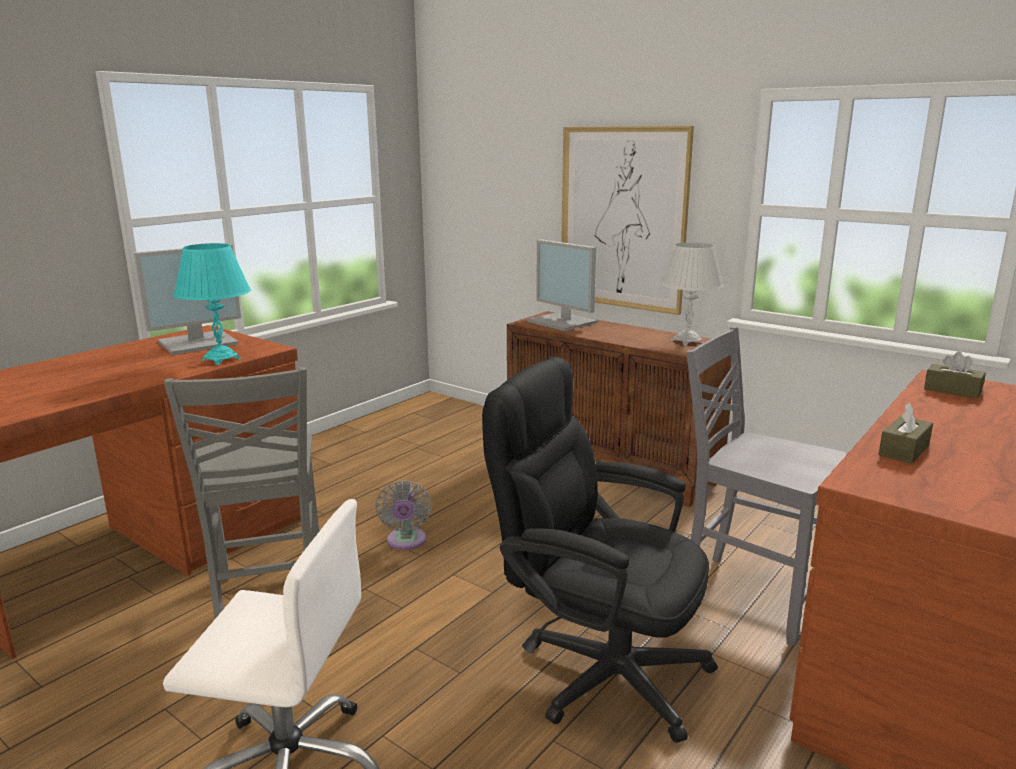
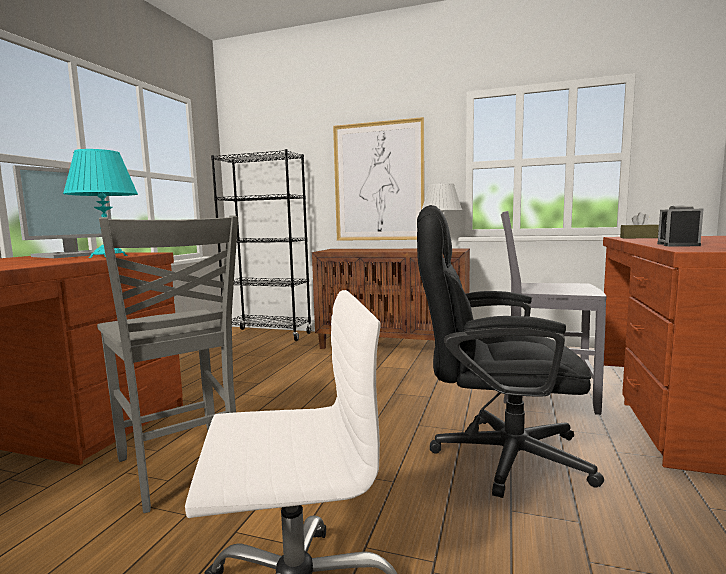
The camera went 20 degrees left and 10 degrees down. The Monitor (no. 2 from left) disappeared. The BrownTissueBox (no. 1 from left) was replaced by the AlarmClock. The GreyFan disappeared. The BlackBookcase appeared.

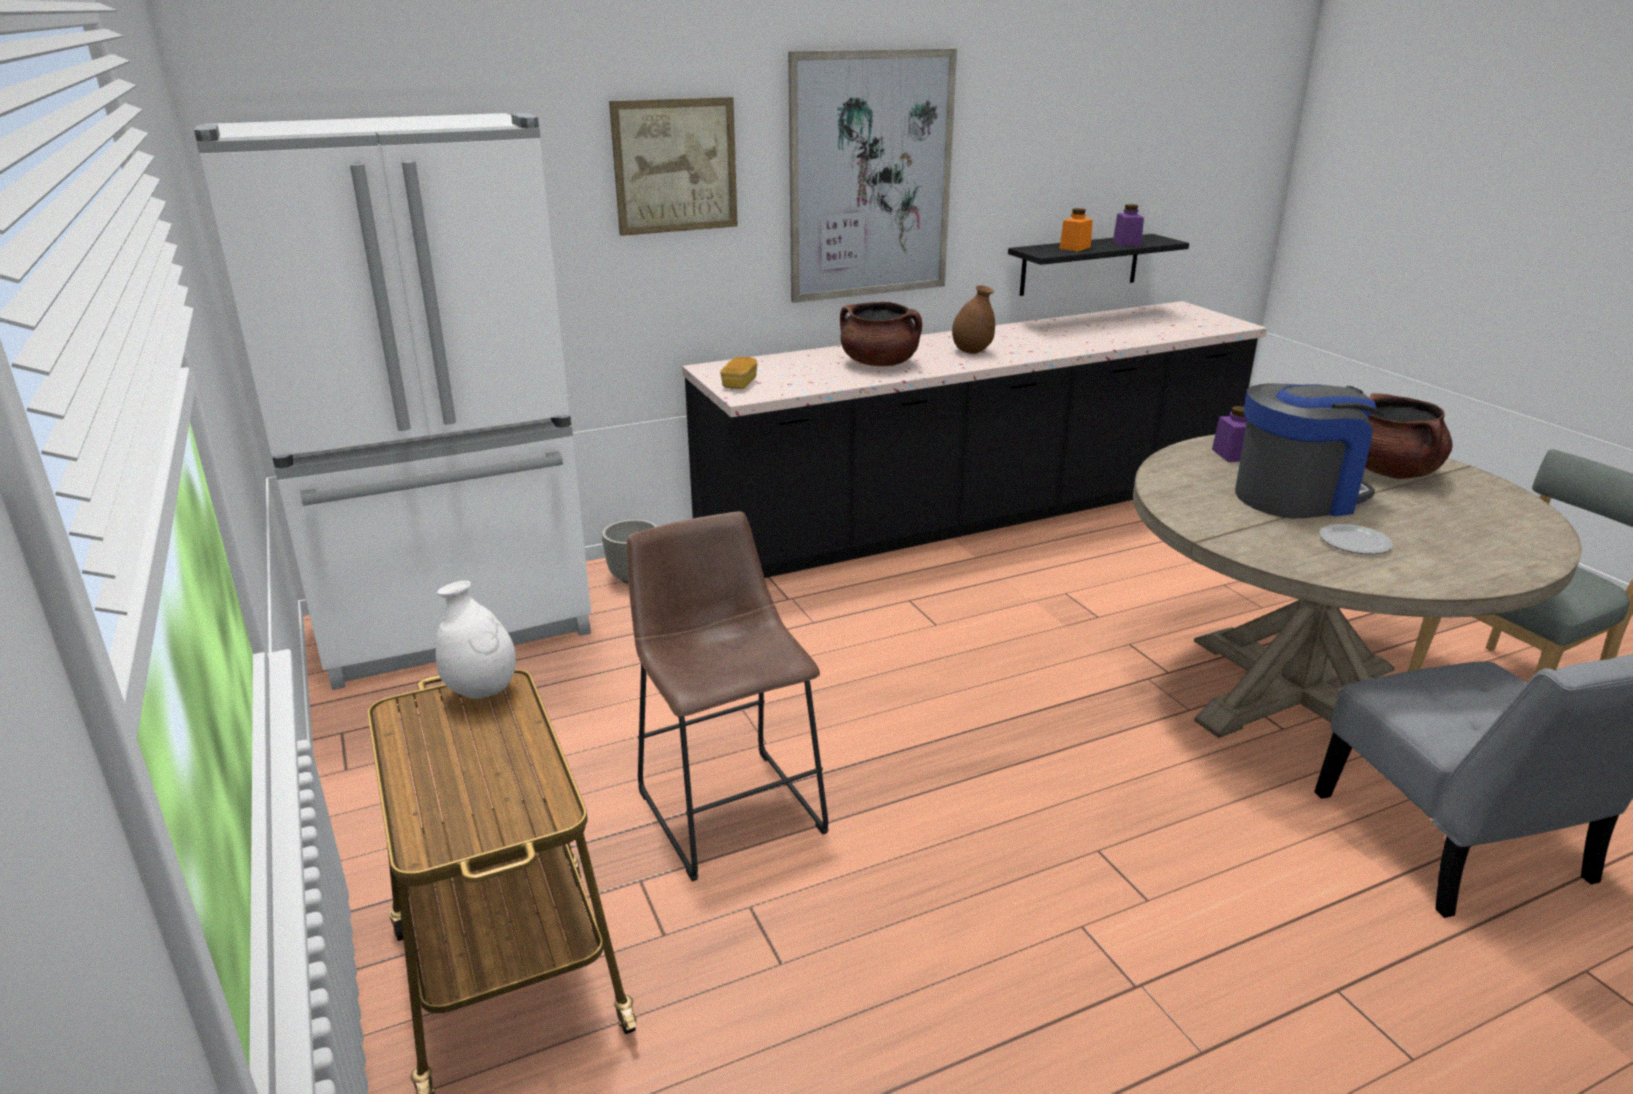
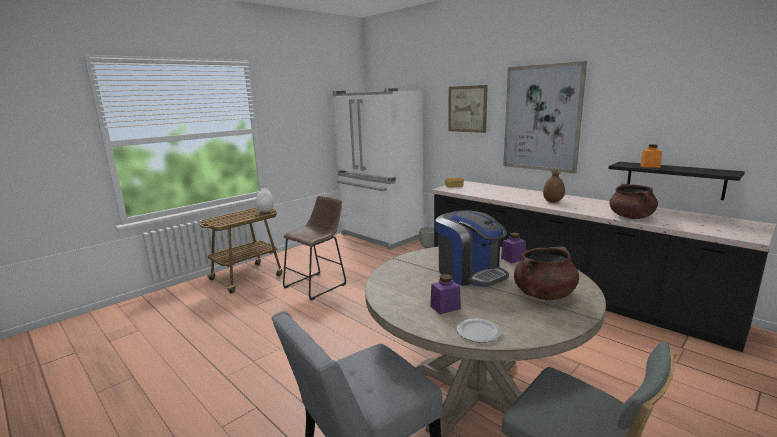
The camera went 70 degrees right and 10 degrees down. The PurpleJar (no. 1 from left) moved. The BrownCookingPot (no. 1 from left in the first image) moved. The Plate moved.

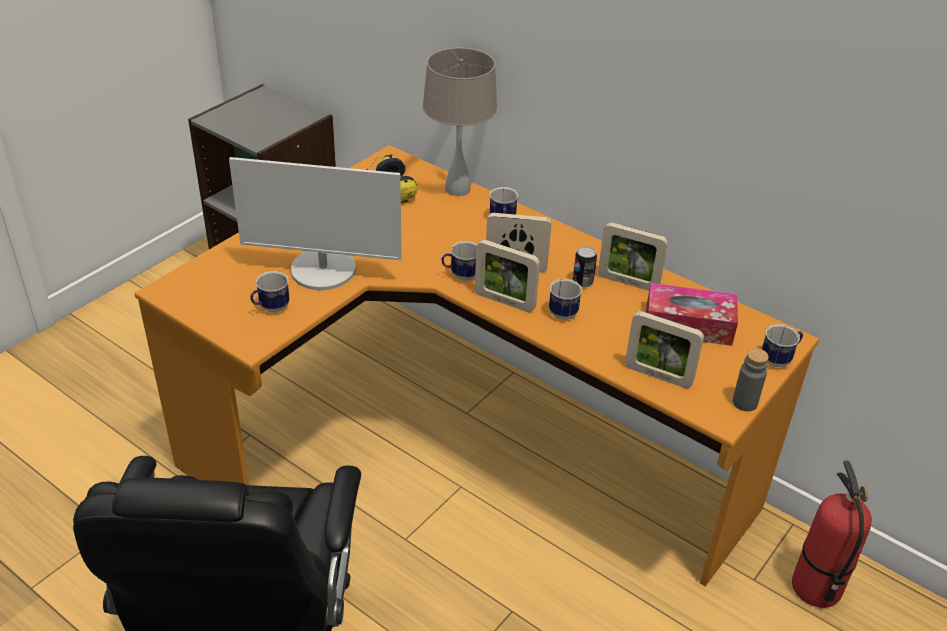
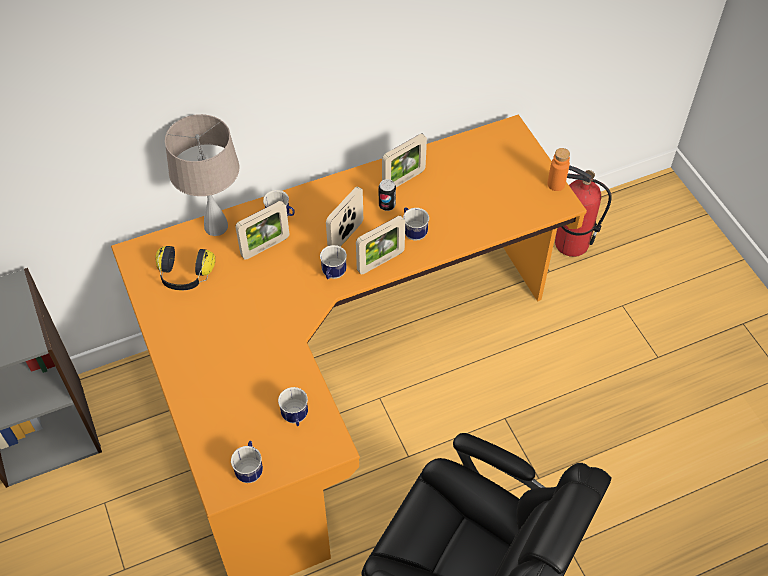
The camera went 60 degrees left and 15 degrees up. The Monitor disappeared. The TissueBox disappeared. The PictureFrame (no. 4 from left in the first image) moved. The Mug (no. 5 from left in the first image) moved. The GreyBottle became the OrangeBottle.

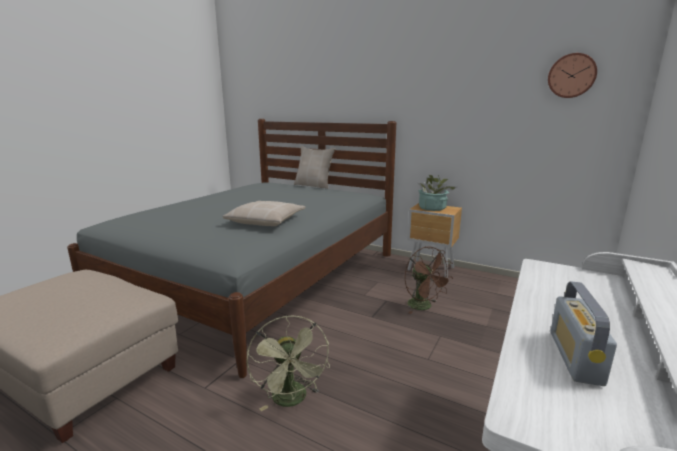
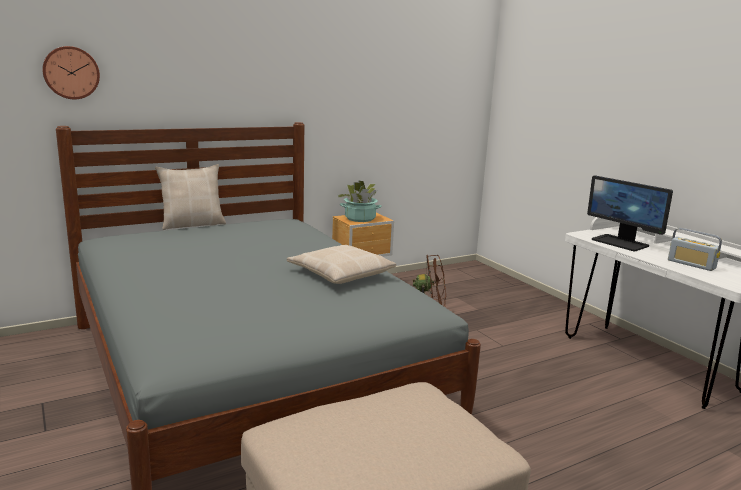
The camera went 60 degrees left and 0 degrees up. The WallClock moved. The GreenFan disappeared. The Monitor appeared.

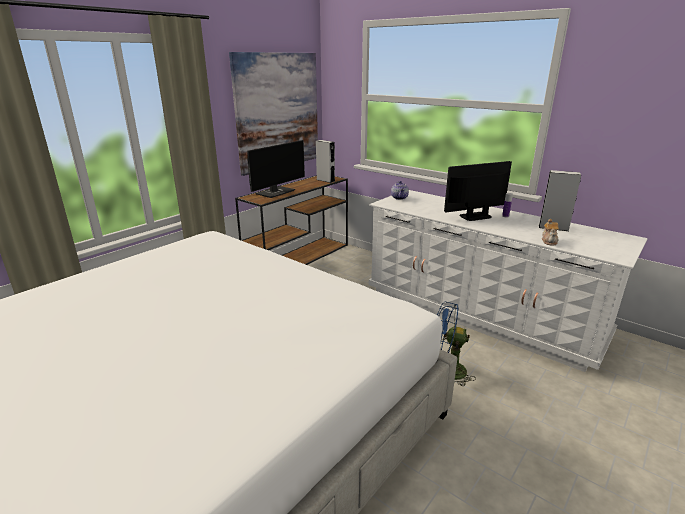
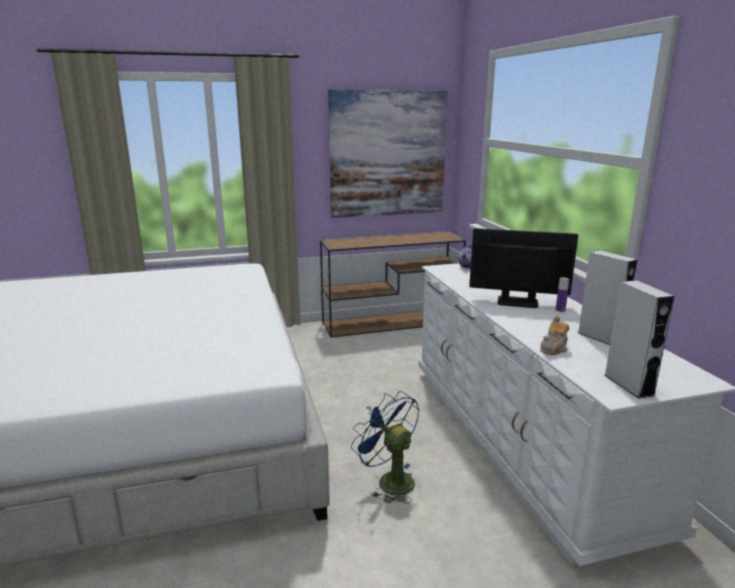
The camera went 35 degrees right and 5 degrees down. The Monitor (no. 1 from left) disappeared. The GreySpeaker (no. 1 from left in the first image) moved.

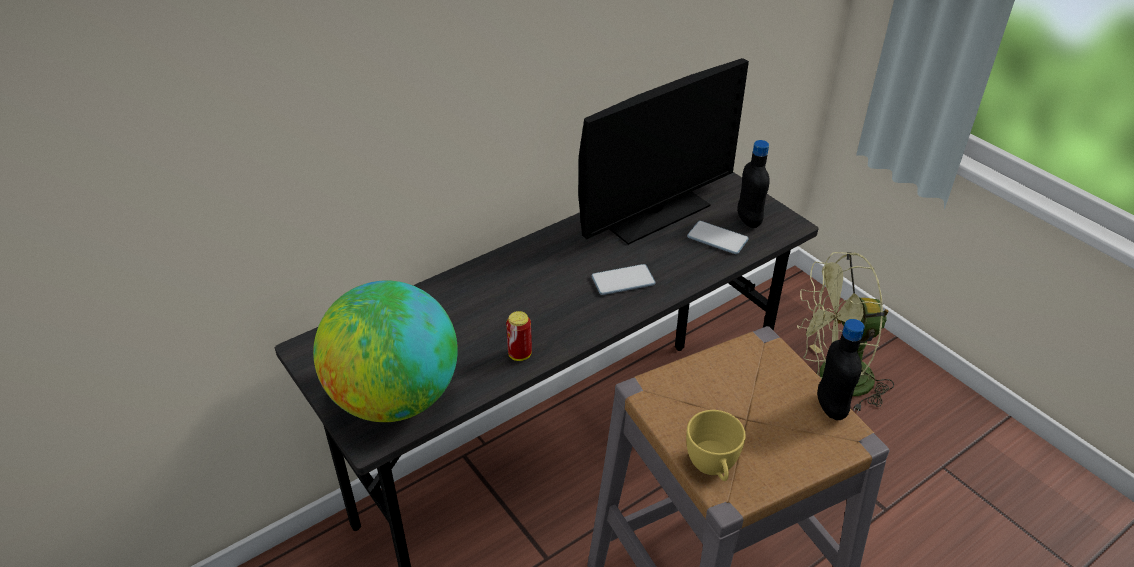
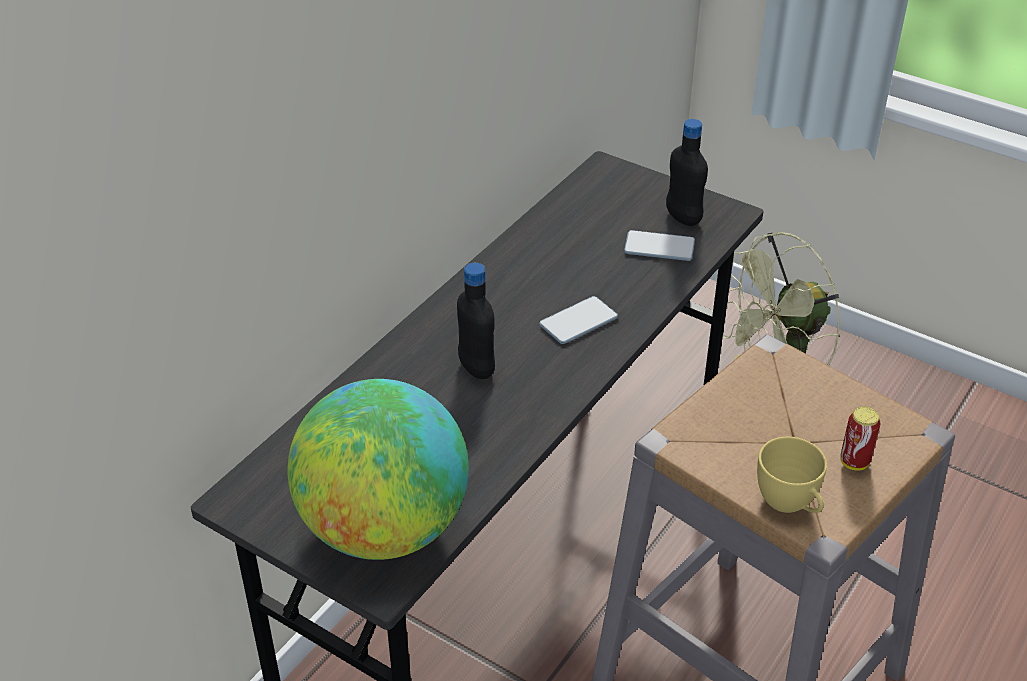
The camera went 20 degrees left and 0 degrees up. The Monitor disappeared. The Can moved. The BlackBottle (no. 2 from left in the first image) moved.

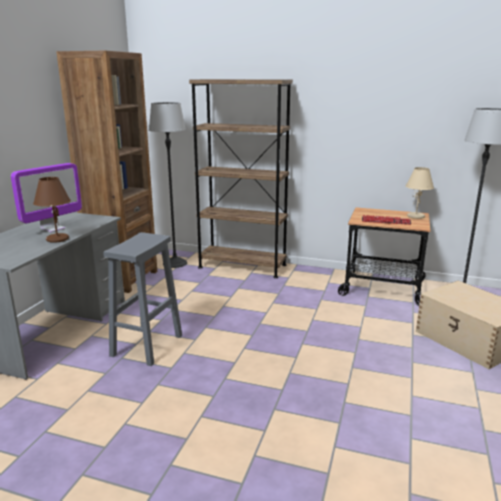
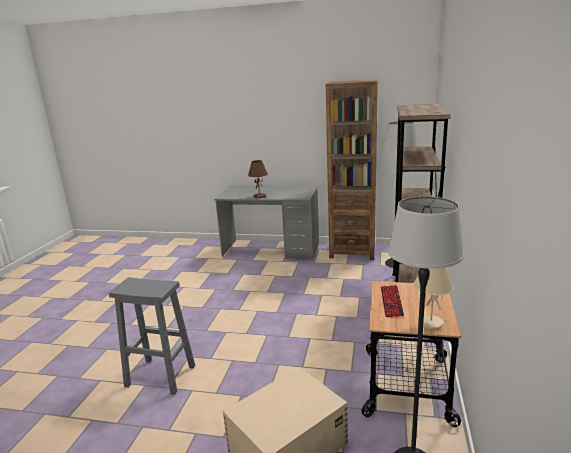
The camera went 85 degrees right and 0 degrees up. The Monitor disappeared. The GreyStool moved.

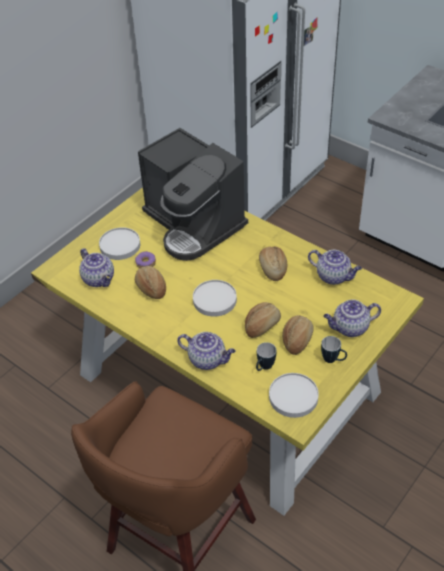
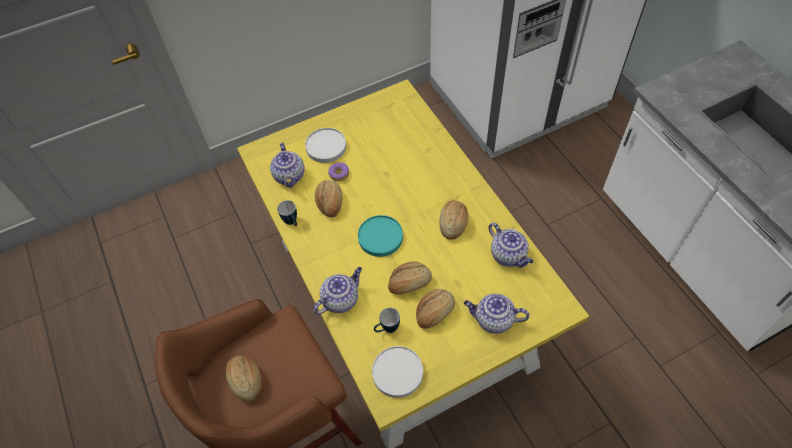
The camera went 25 degrees right and 10 degrees up. The CoffeeMachine disappeared. The WhitePlate (no. 2 from left) became the TurquoisePlate. The Teapot (no. 2 from left) turned 90 degrees counterclockwise. The Mug (no. 2 from left in the first image) moved. The Bread (no. 1 from left) appeared.

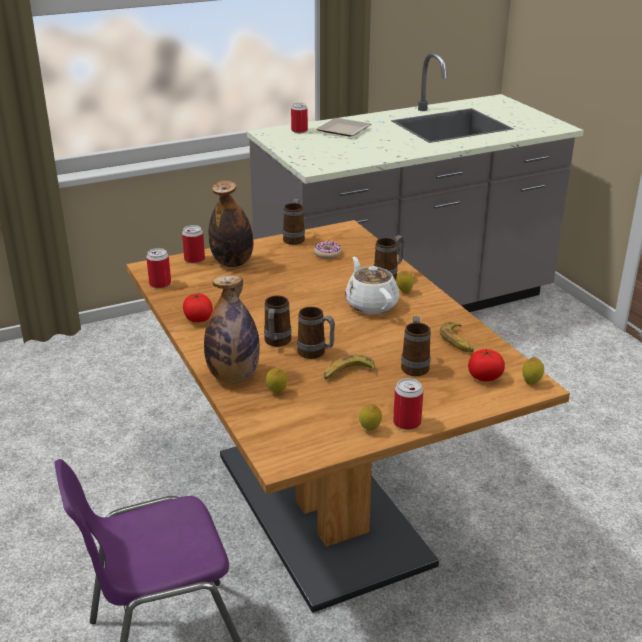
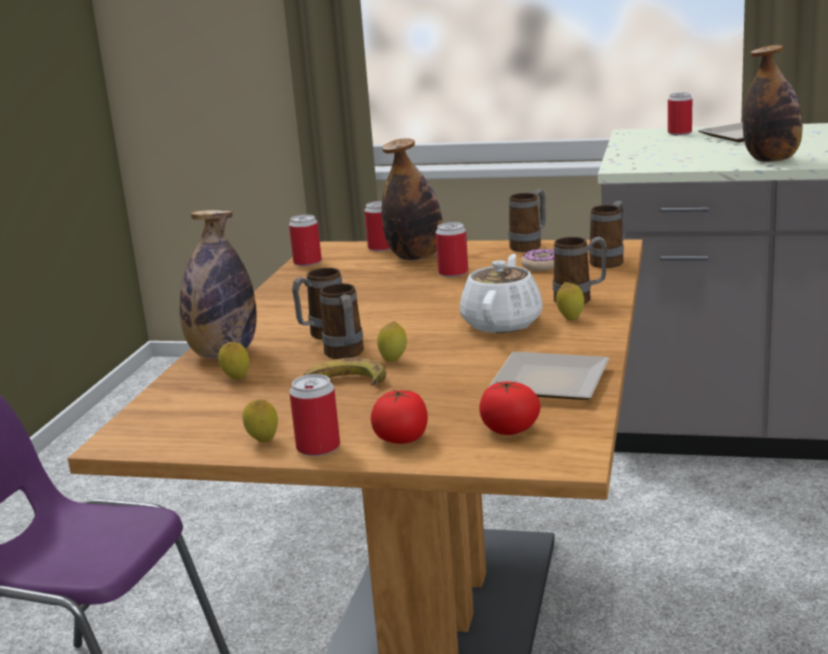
The camera went 40 degrees right and 10 degrees down. The Tomato (no. 1 from left) moved. The Mug (no. 5 from left) moved. The Banana (no. 2 from left) was replaced by the Plate (no. 1 from left). The Lemon (no. 4 from left in the first image) moved. The Bottle (no. 3 from left) appeared. The Can (no. 4 from left) appeared.

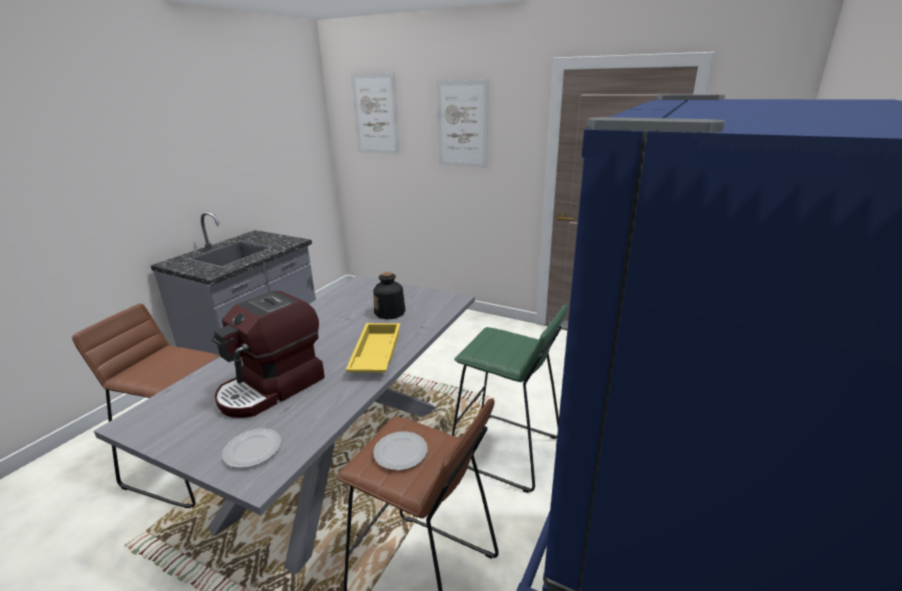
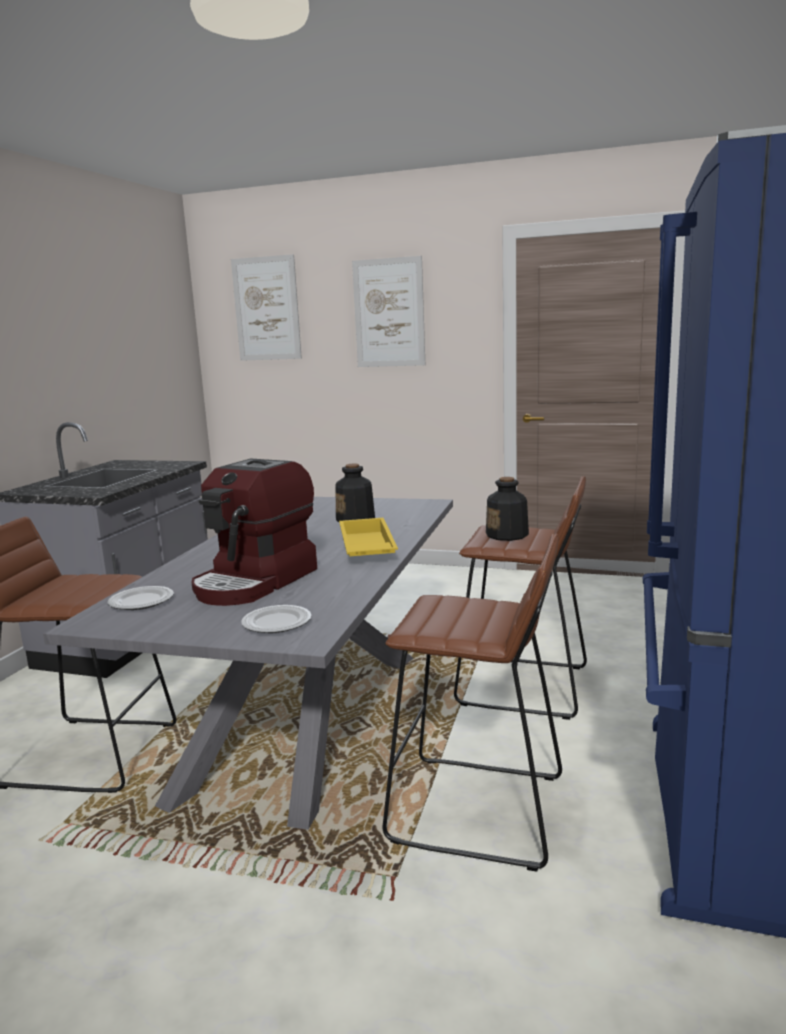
The camera went 10 degrees left and 10 degrees down. The GreenStool became the BrownStool (no. 3 from left). The Plate (no. 2 from left in the first image) moved. The Bottle (no. 2 from left) appeared.

